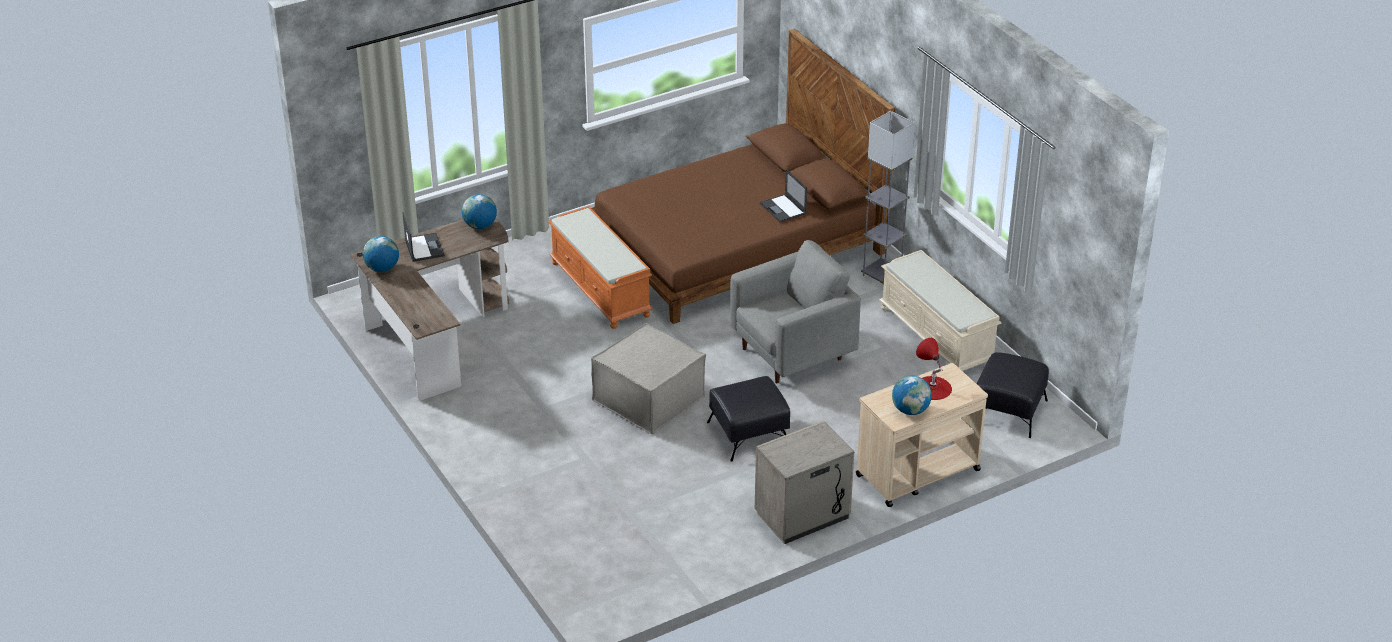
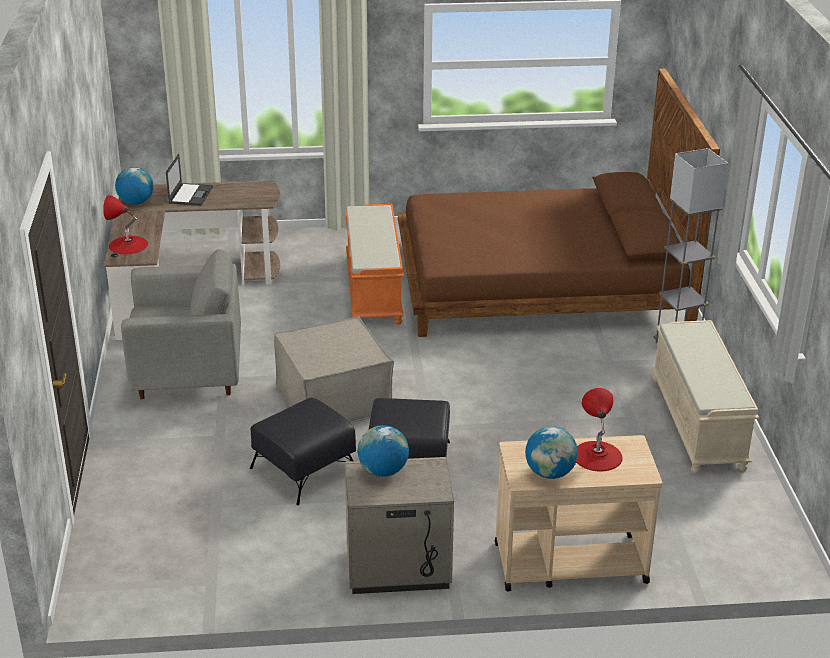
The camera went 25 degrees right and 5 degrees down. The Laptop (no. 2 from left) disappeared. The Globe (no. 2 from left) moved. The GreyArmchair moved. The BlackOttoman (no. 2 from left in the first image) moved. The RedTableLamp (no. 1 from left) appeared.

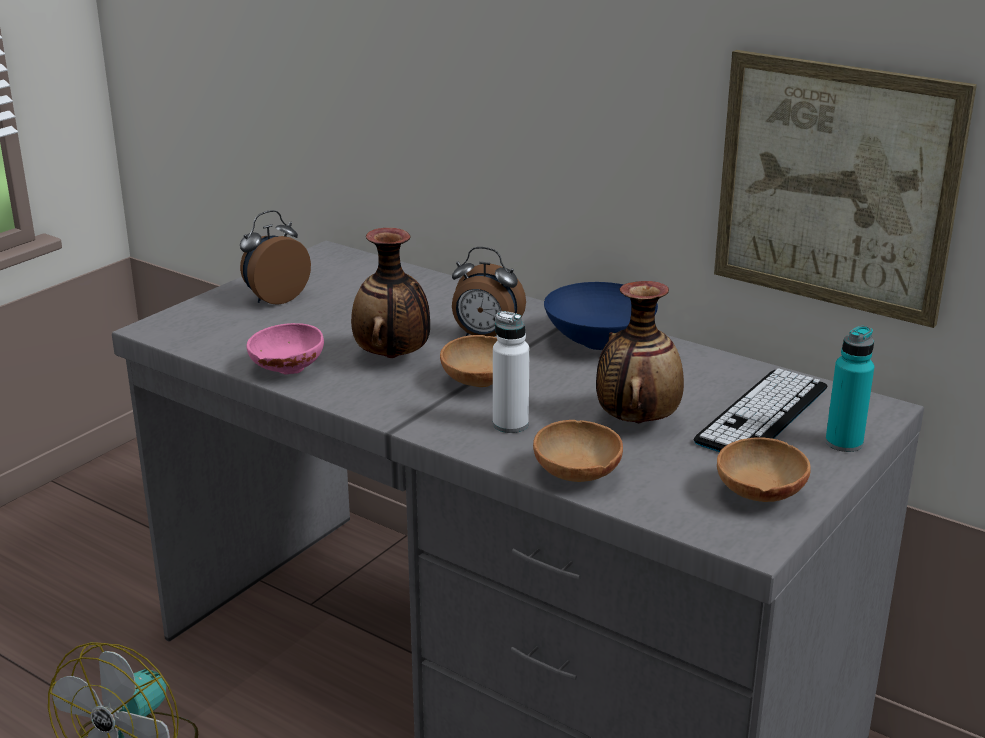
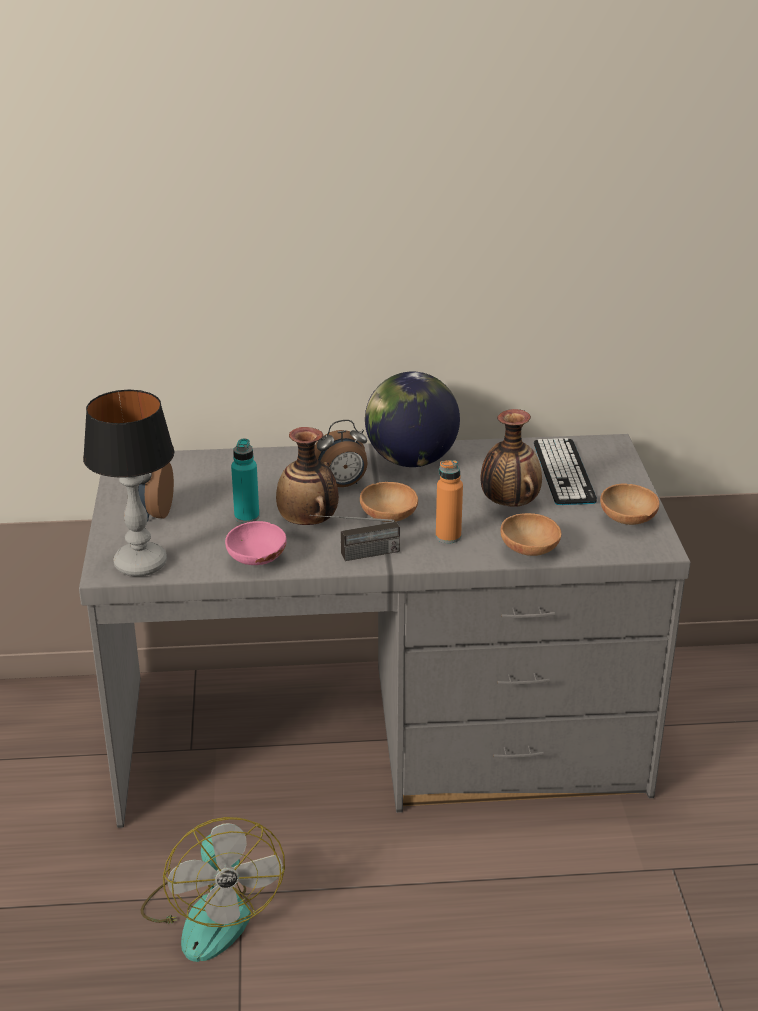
The camera went 40 degrees left and 5 degrees up. The Picture disappeared. The BlueBowl was replaced by the Globe. The WhiteBottle became the OrangeBottle. The TurquoiseBottle moved. The TableLamp appeared. The Radio appeared.

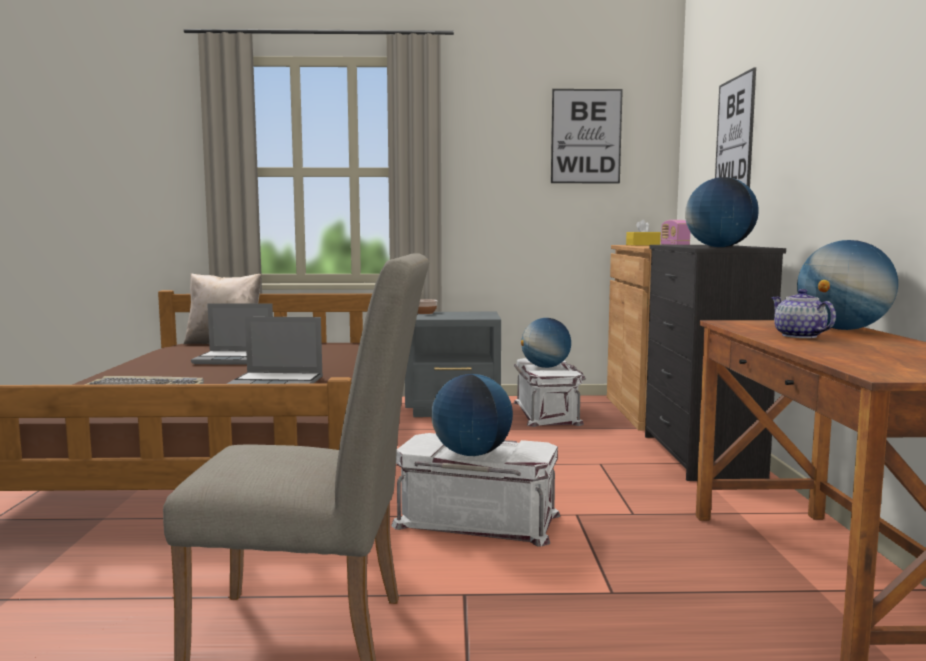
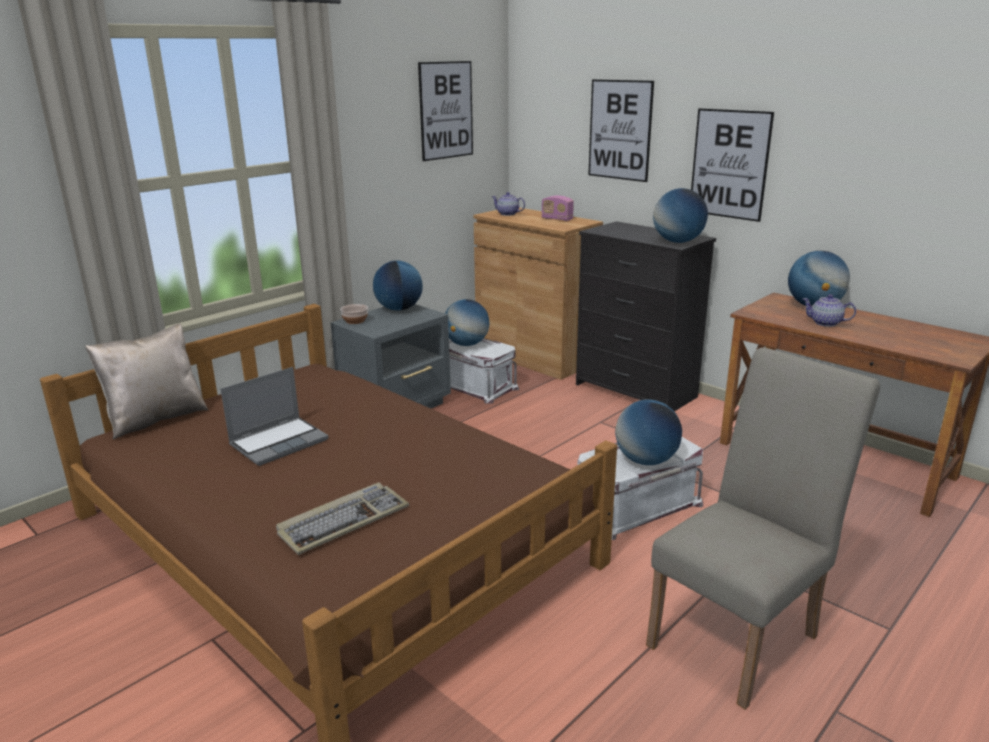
The camera went 45 degrees left and 15 degrees up. The YellowTissueBox was replaced by the Teapot (no. 1 from left). The Laptop (no. 2 from left) disappeared. The Picture (no. 3 from left) appeared. The Globe (no. 1 from left) appeared.

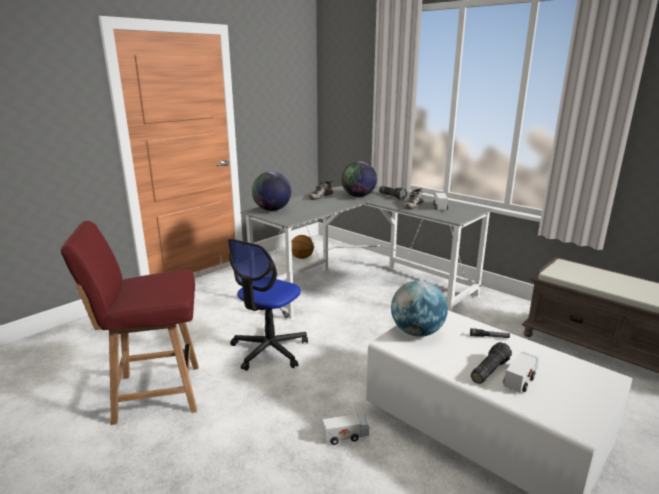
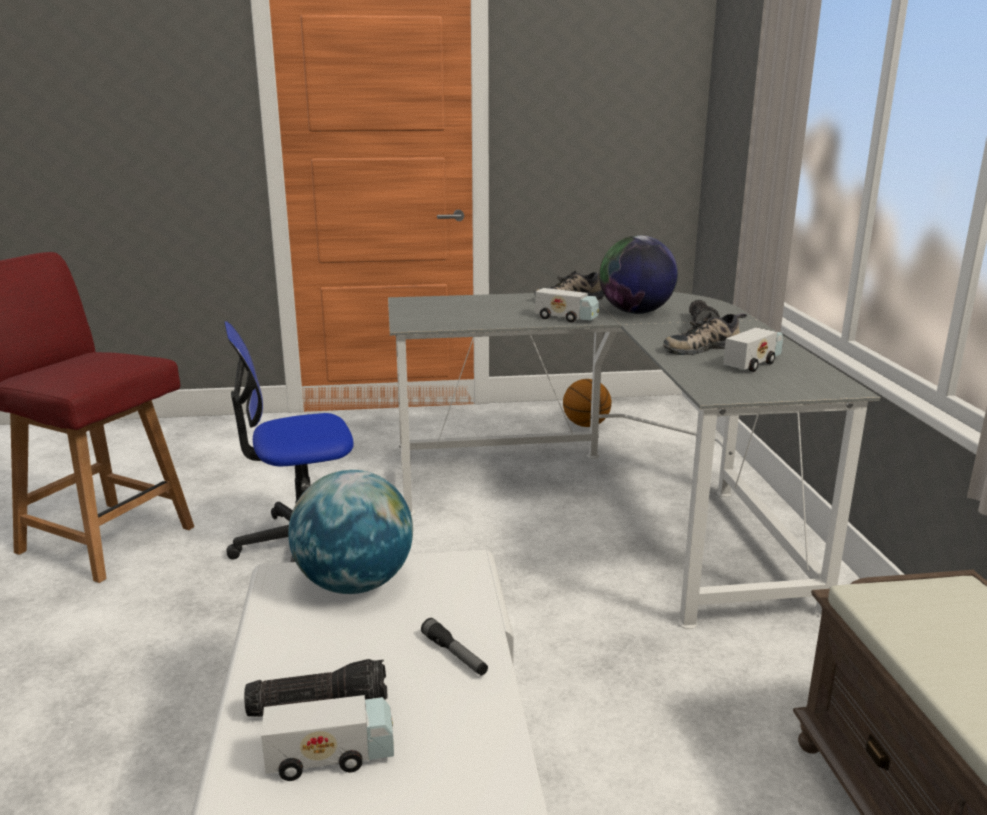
The camera went 40 degrees right and 0 degrees up. The Globe (no. 1 from left) disappeared. The ToyTruck (no. 1 from left in the first image) moved.

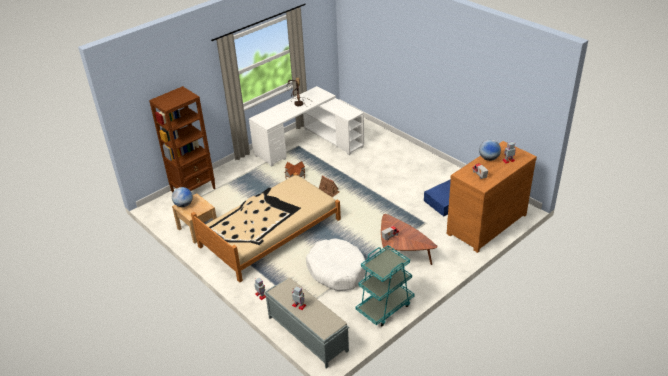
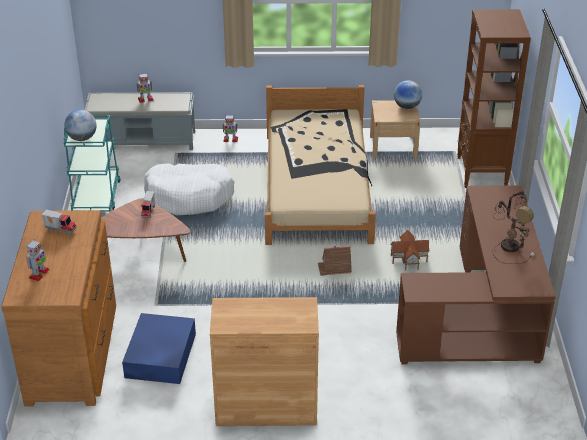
The camera went 130 degrees right and 0 degrees up. The WhiteDesk became the BrownDesk. The Globe (no. 2 from left in the first image) moved. The BrownCabinet appeared.

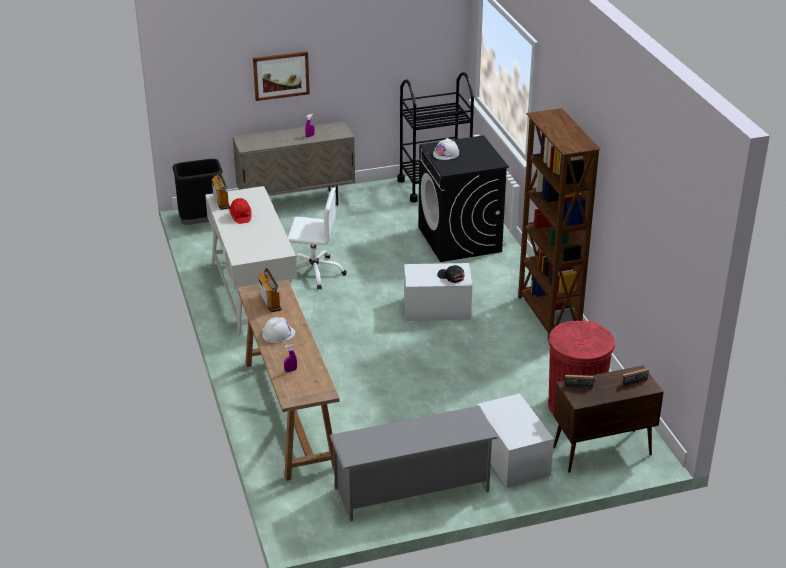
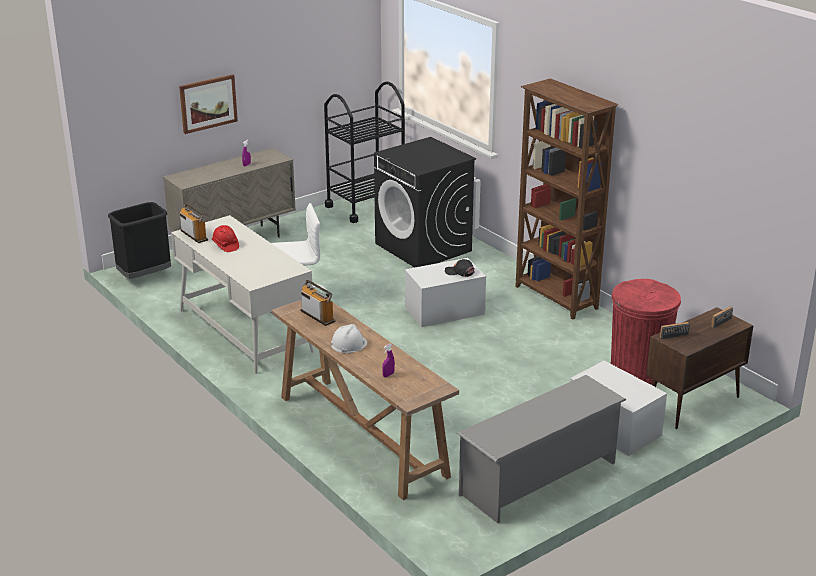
The camera went 20 degrees left and 5 degrees down. The WhiteHardHat (no. 2 from left) disappeared.

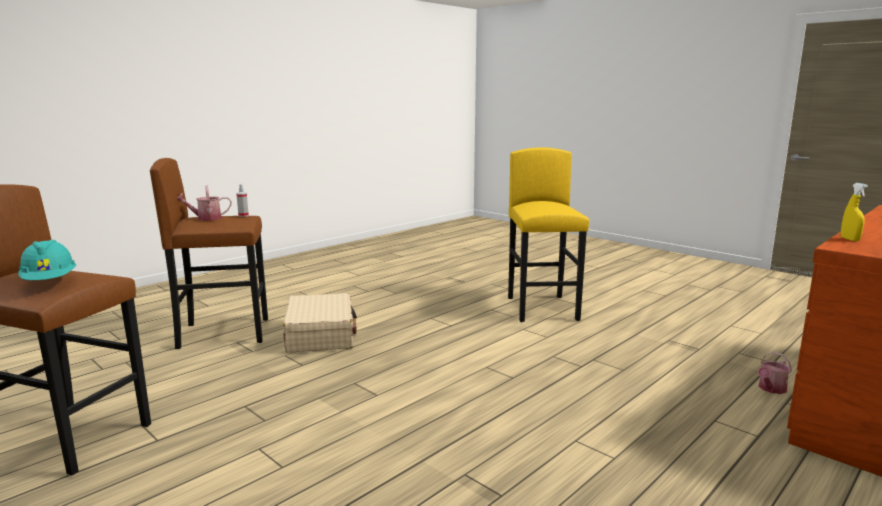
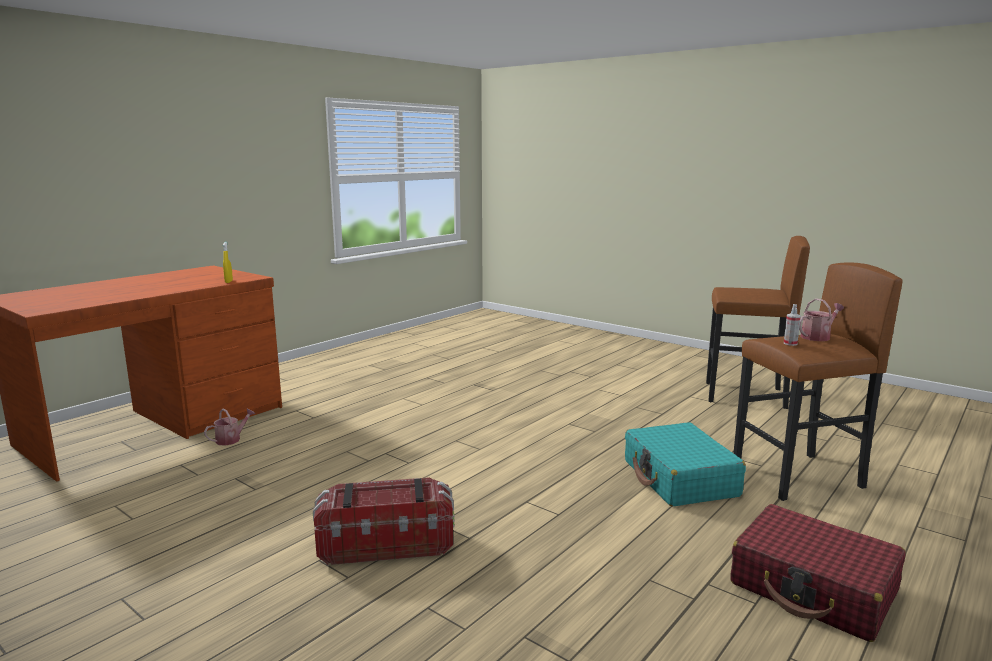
The camera went 175 degrees right and 0 degrees up. The YellowStool was replaced by the StorageBox. The TurquoiseHardHat disappeared. The BeigeSuitcase became the TurquoiseSuitcase. The RedSuitcase appeared.

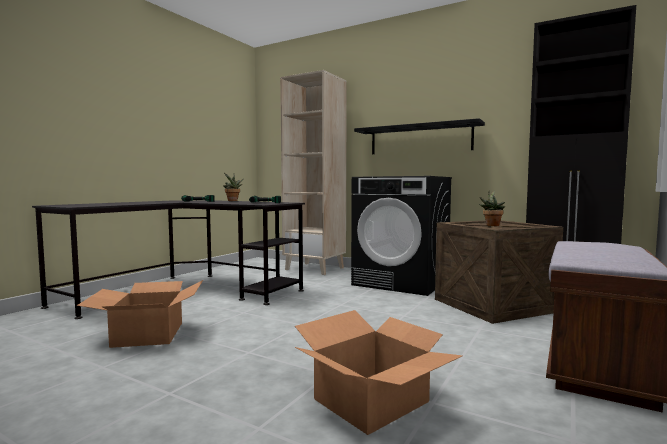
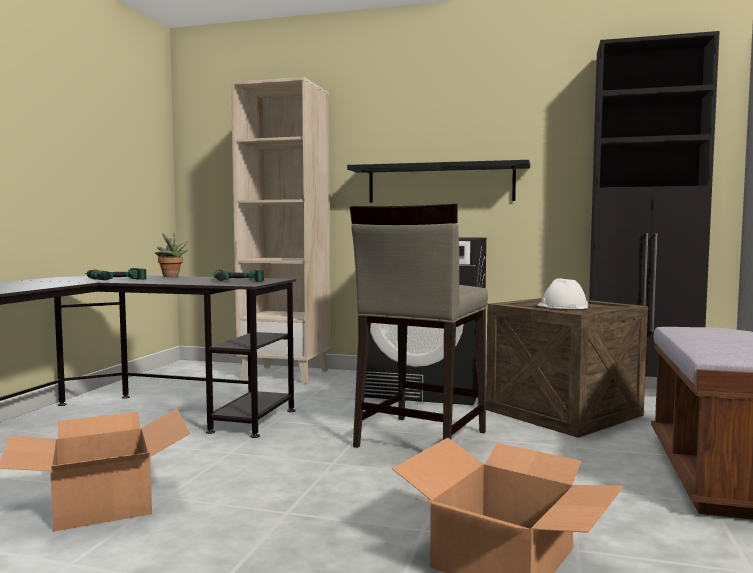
The camera went 15 degrees left and 0 degrees up. The PottedPlant (no. 2 from left) was replaced by the WhiteHardHat. The BeigeStool appeared.

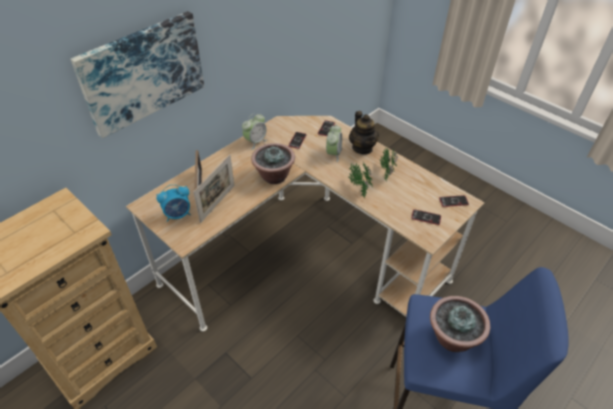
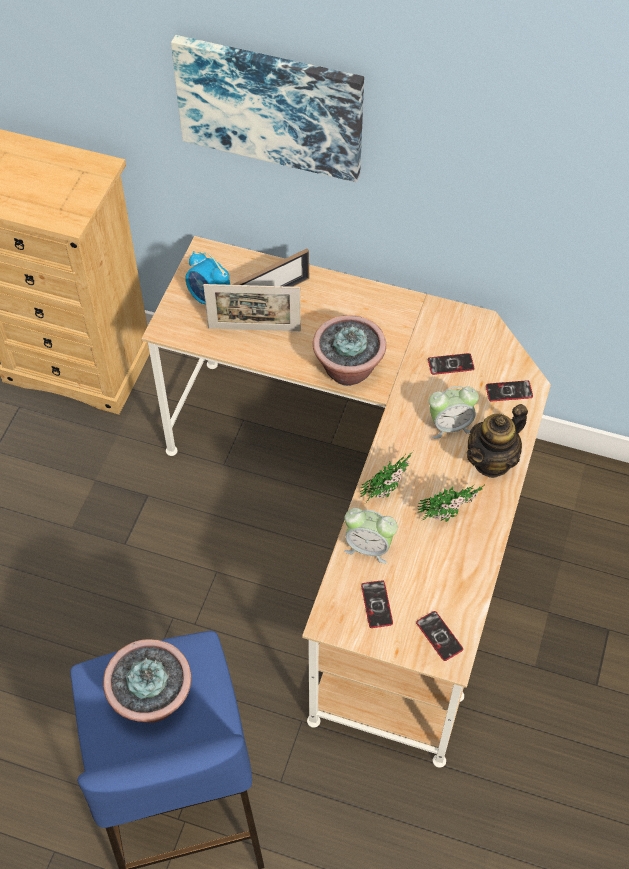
The camera went 65 degrees right and 10 degrees up. The AlarmClock (no. 2 from left) moved.

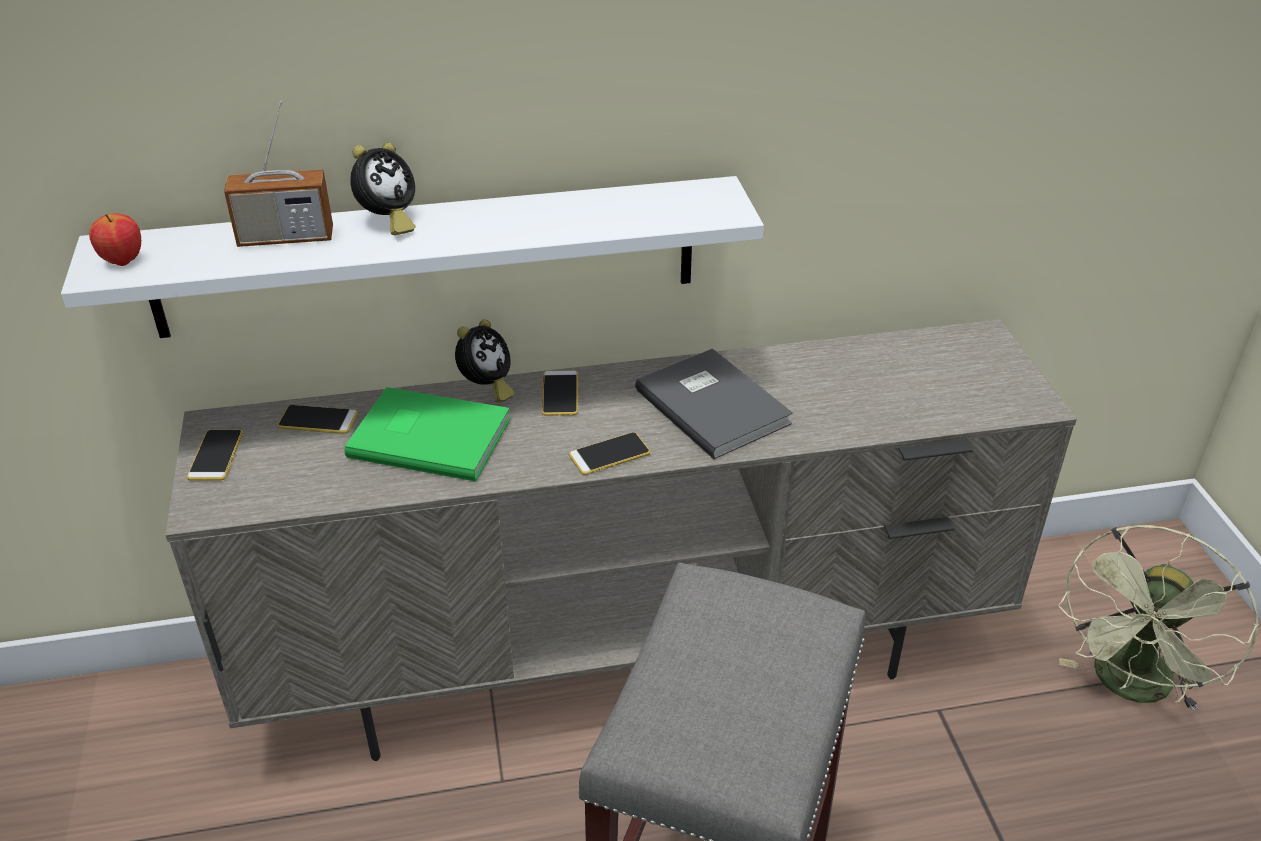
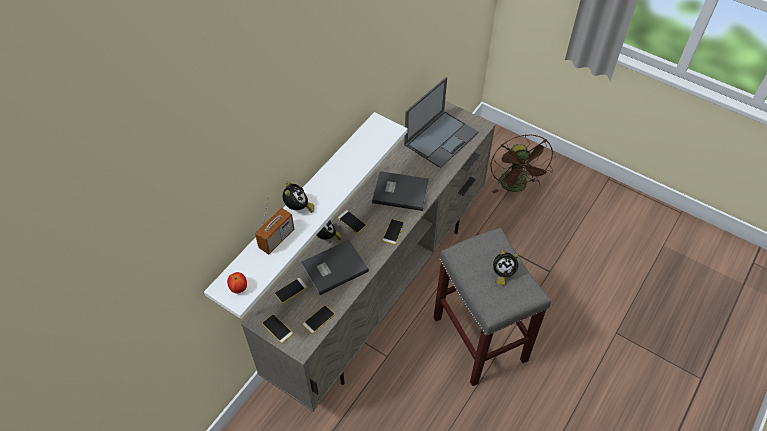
The camera went 45 degrees left and 15 degrees up. The GreenBook became the GreyBook (no. 1 from left). The GreenFan became the BrownFan. The Laptop appeared. The AlarmClock (no. 3 from left) appeared. The Phone (no. 3 from left) appeared.

